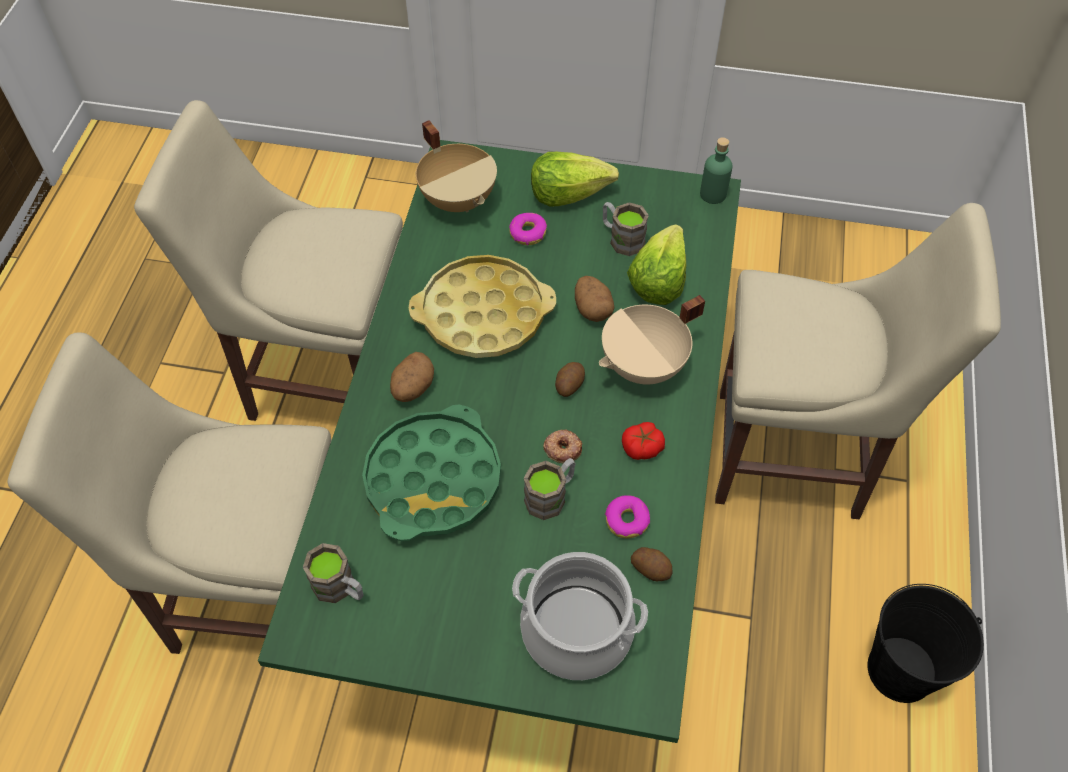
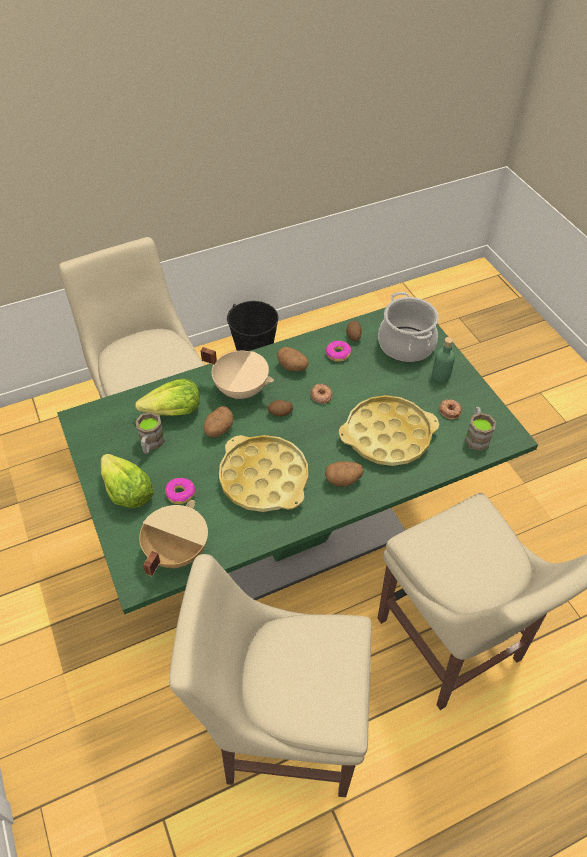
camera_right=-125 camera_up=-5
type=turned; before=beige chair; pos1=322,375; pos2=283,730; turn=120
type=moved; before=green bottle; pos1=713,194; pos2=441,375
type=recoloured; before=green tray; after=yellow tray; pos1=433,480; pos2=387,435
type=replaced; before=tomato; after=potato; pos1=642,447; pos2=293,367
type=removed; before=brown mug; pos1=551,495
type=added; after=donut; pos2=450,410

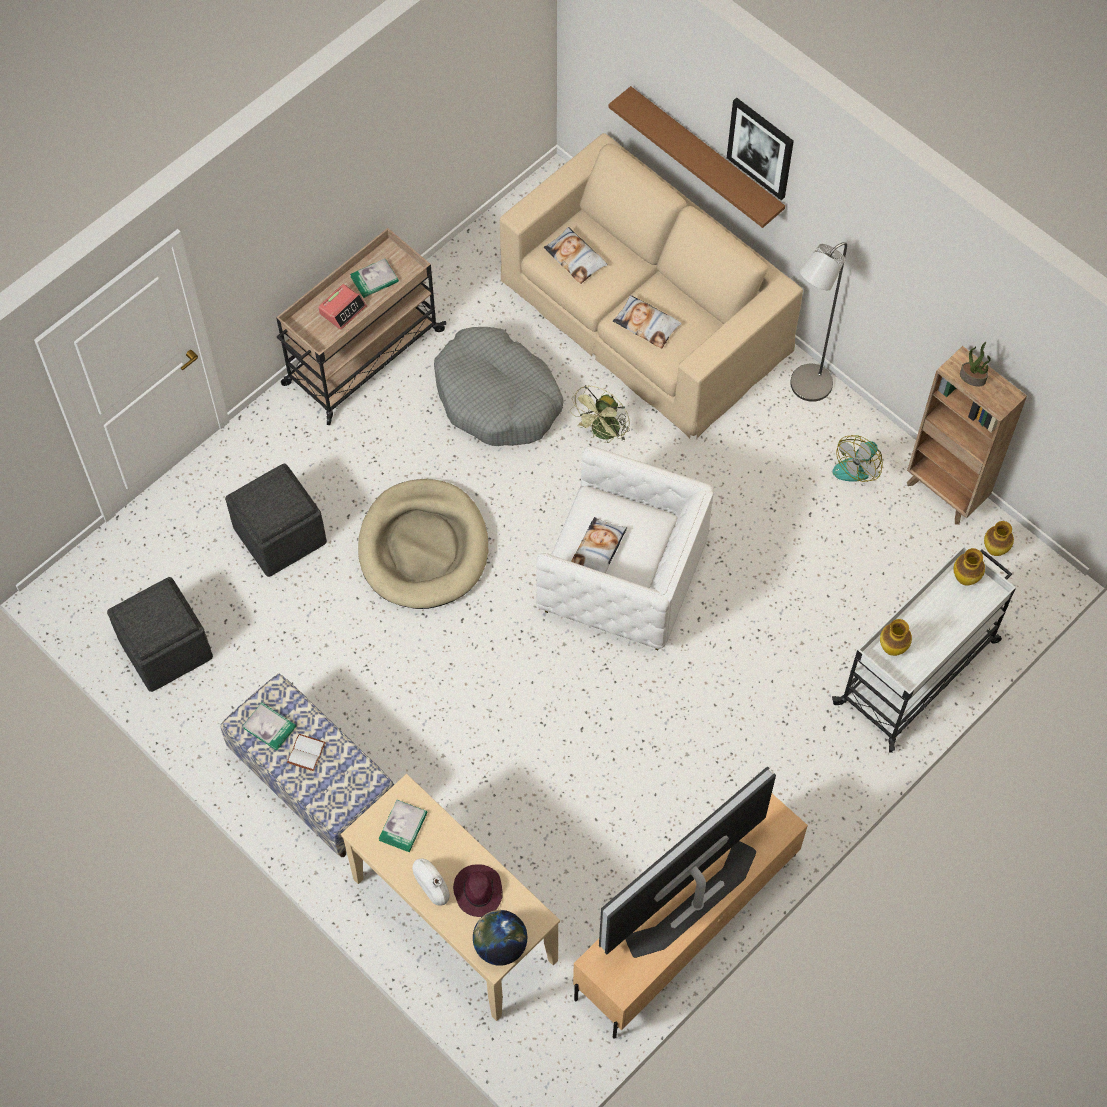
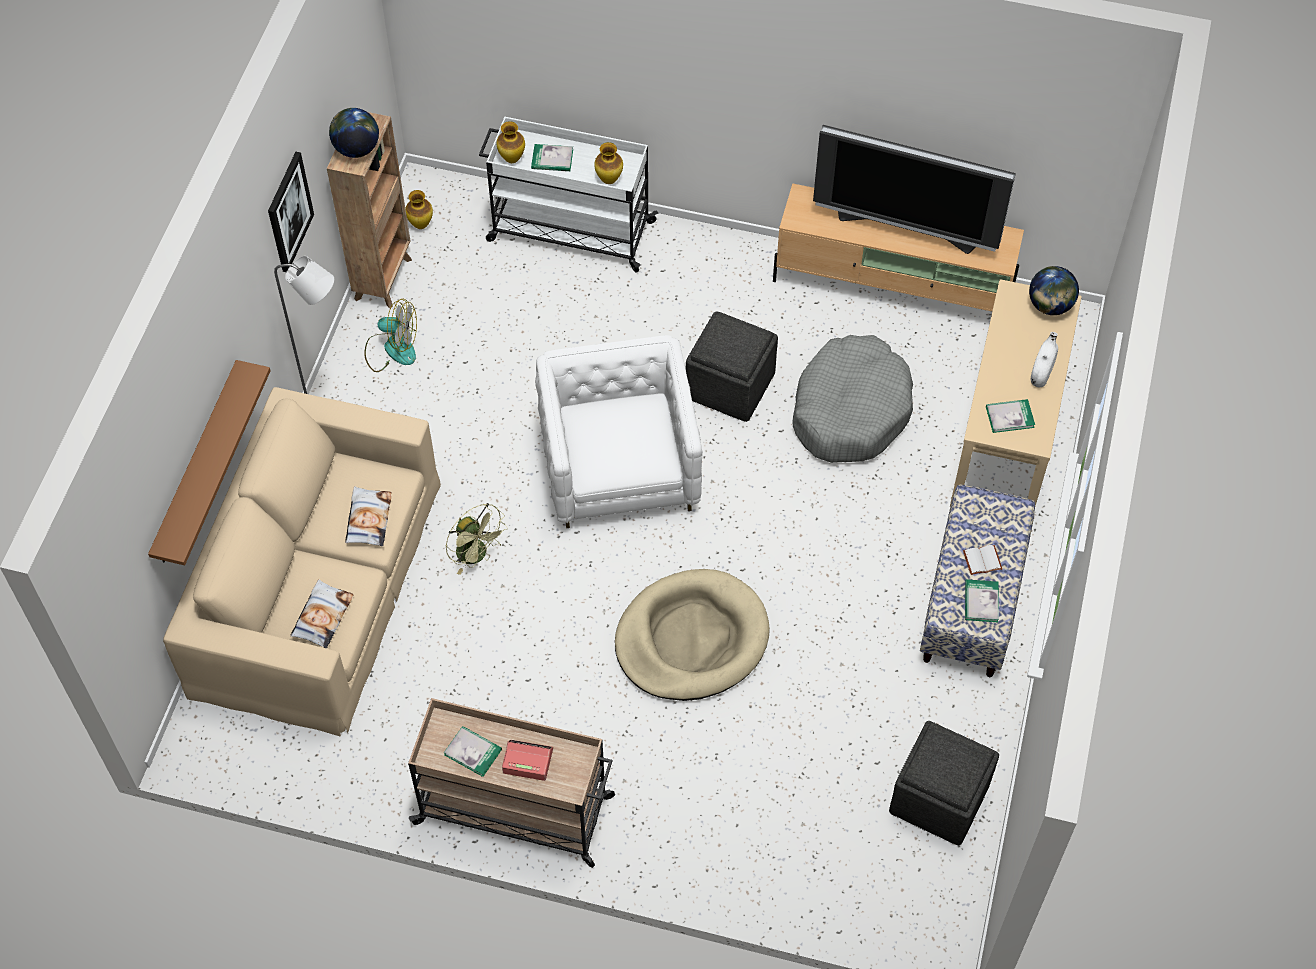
camera_right=-120 camera_up=-5
type=moved; before=picture; pos1=761,148; pos2=289,212
type=moved; before=grey dog bed; pos1=497,397; pos2=850,410
type=replaced; before=potted plant; after=globe; pos1=973,377; pos2=357,149
type=turned; before=green fan; pos1=603,433; pos2=477,555; turn=45
type=moved; before=grey ottoman; pos1=279,536; pos2=731,385
type=removed; before=pillow; pos1=598,551
type=removed; before=purple hat; pos1=478,891
type=added; after=book; pos2=552,159

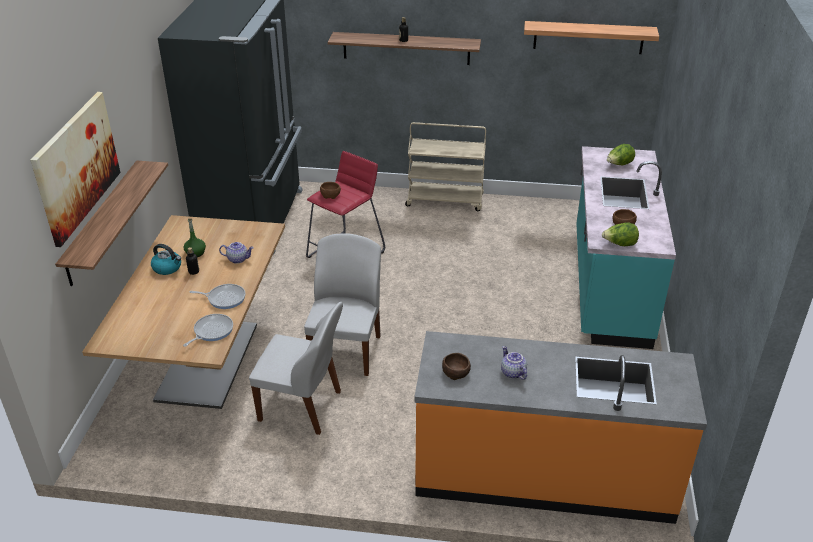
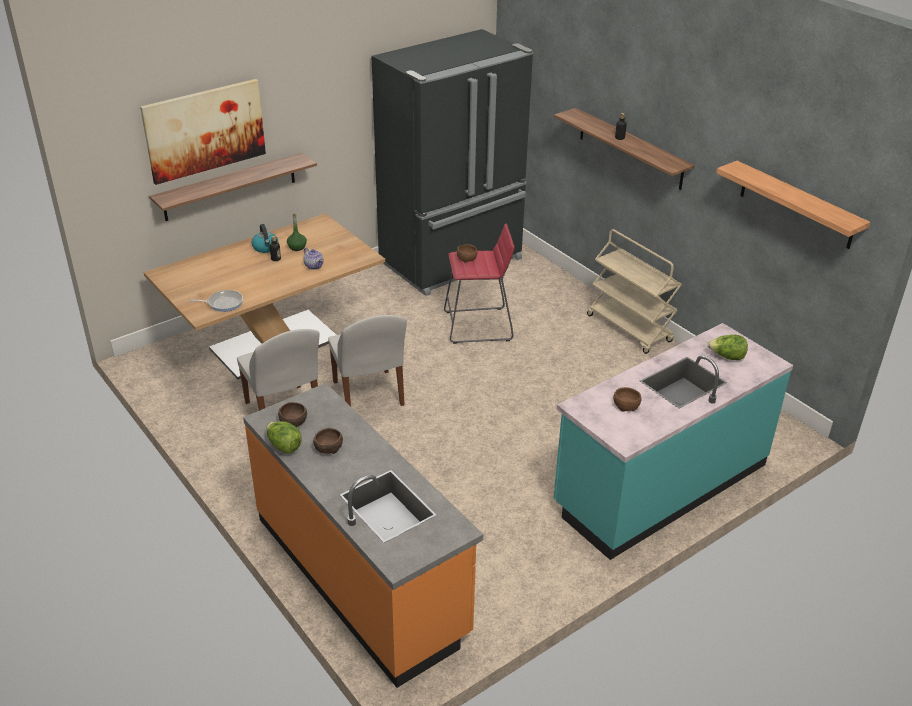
camera_right=45 camera_up=0
type=moved; before=lettuce; pos1=619,244; pos2=284,446
type=turned; before=white chair; pos1=346,351; pos2=368,395; turn=105
type=removed; before=frying pan; pos1=224,298
type=replaced; before=teapot; after=brown bowl; pos1=512,373; pos2=328,448

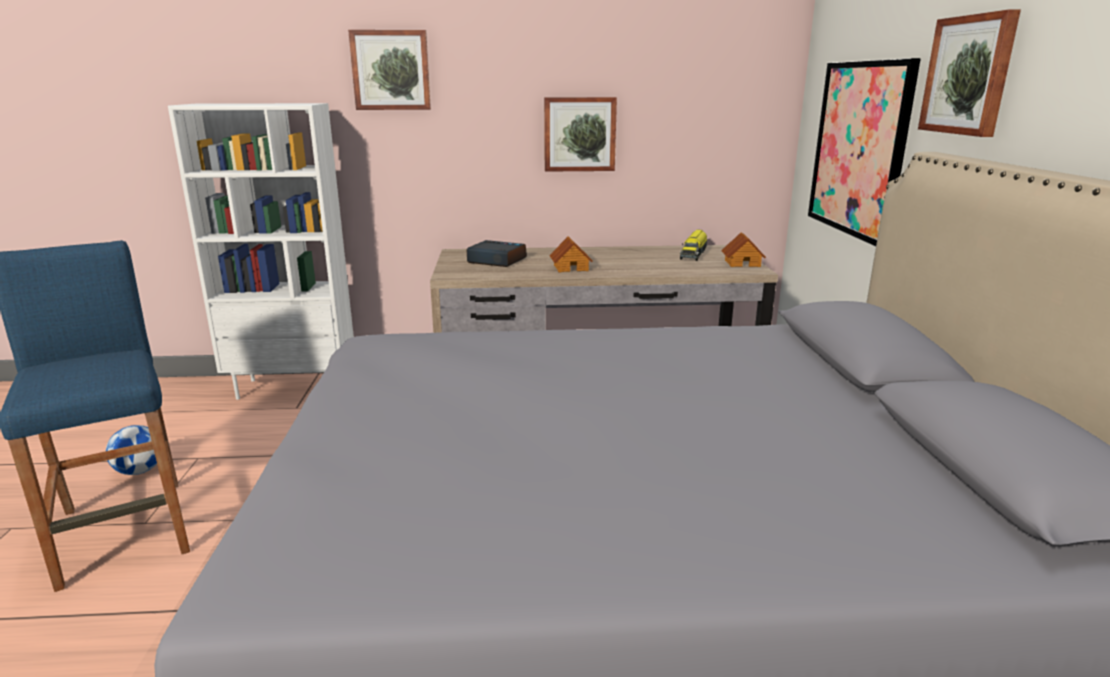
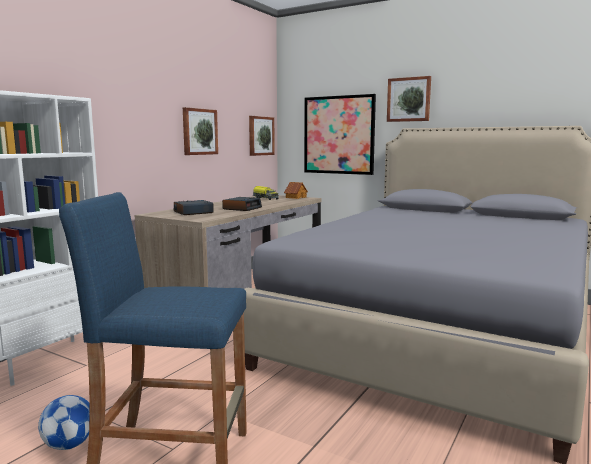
camera_right=-55 camera_up=-10
type=moved; before=picture; pos1=391,70; pos2=260,136
type=replaced; before=toy house; after=alarm clock; pos1=571,268; pos2=242,208

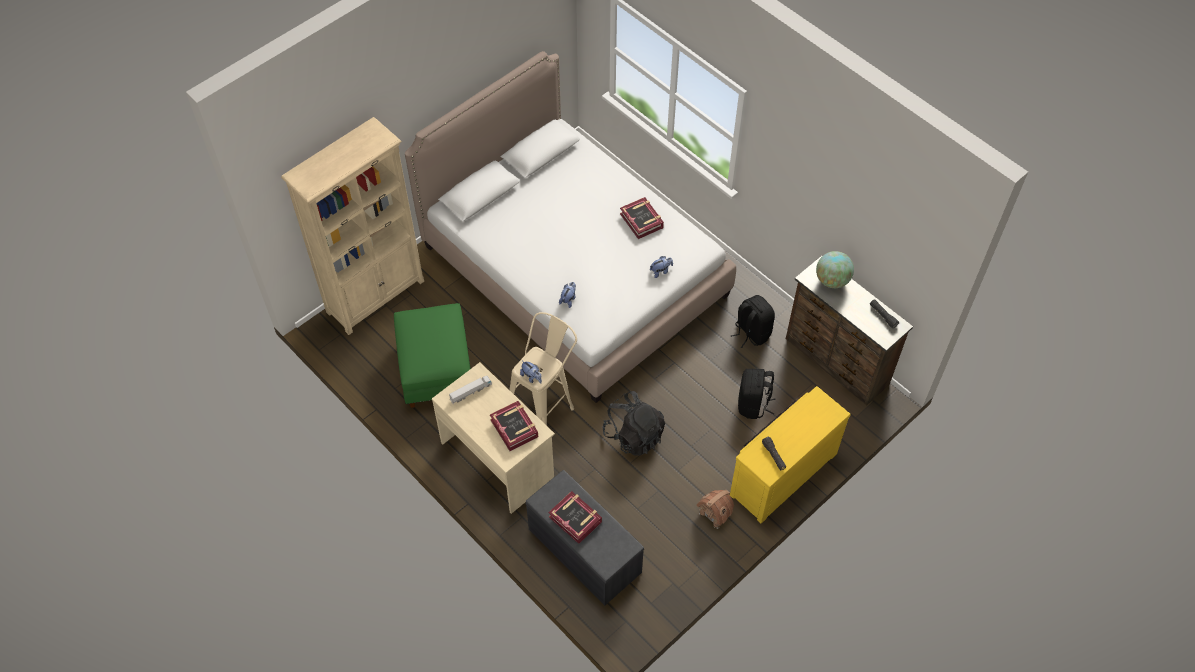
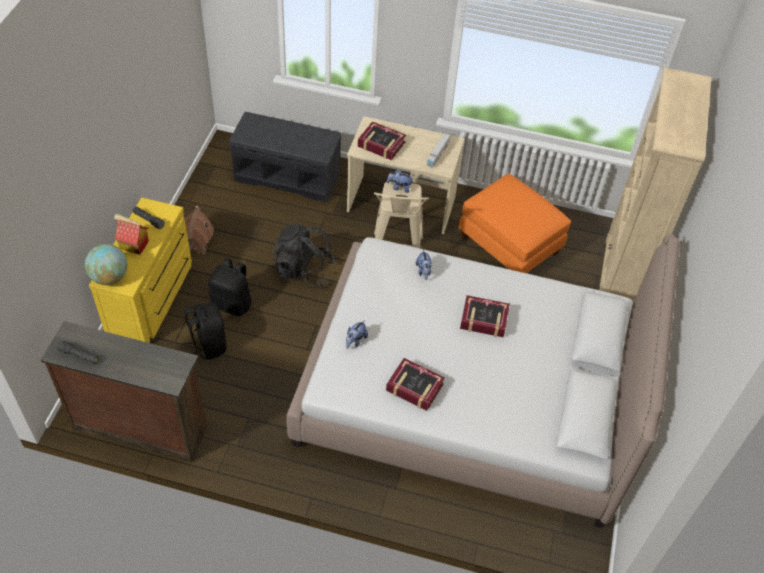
camera_right=145 camera_up=-5
type=moved; before=globe; pos1=832,280; pos2=110,277
type=moved; before=black backpack; pos1=751,333; pos2=232,304
type=recoloured; before=green ottoman; after=orange ottoman; pos1=437,370; pos2=508,245
type=moved; before=book; pos1=575,519; pos2=484,320
type=added; after=toy house; pos2=133,245

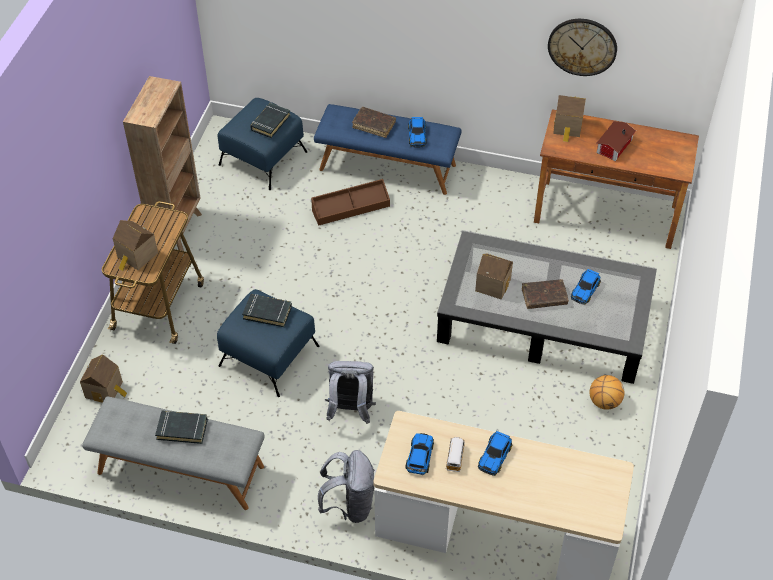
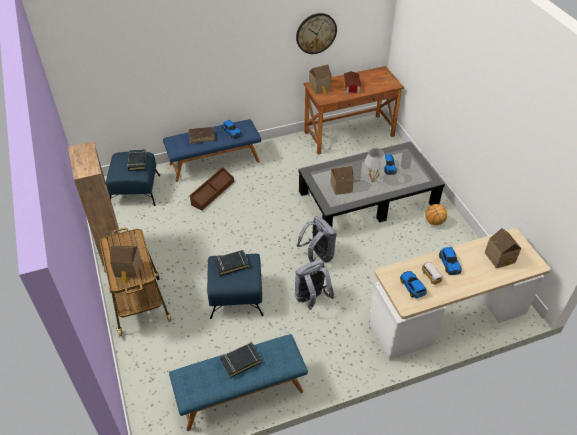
camera_right=-35 camera_up=-5
type=replaced; before=brown book; after=white table lamp; pos1=544,297; pos2=372,180
type=moved; before=toy house; pos1=106,390; pos2=500,257
type=recoloured; before=grey bench; after=blue bench; pos1=180,470; pos2=241,394
type=moved; before=grey backpack; pos1=349,504; pos2=318,256

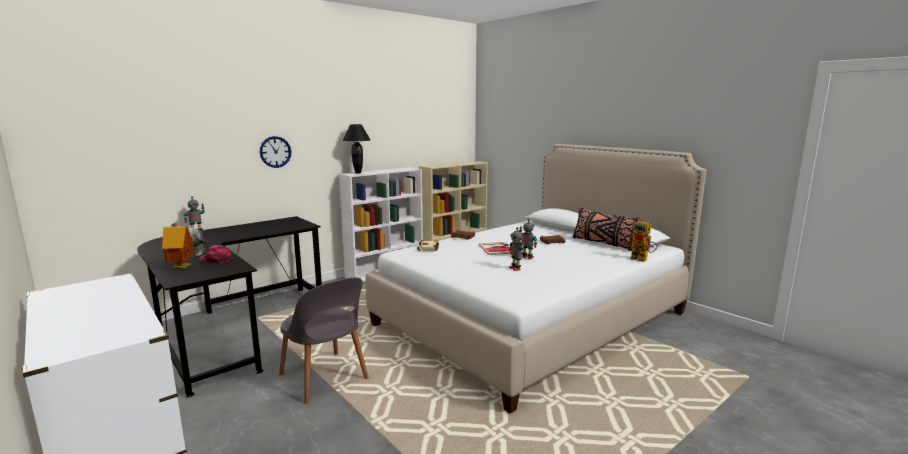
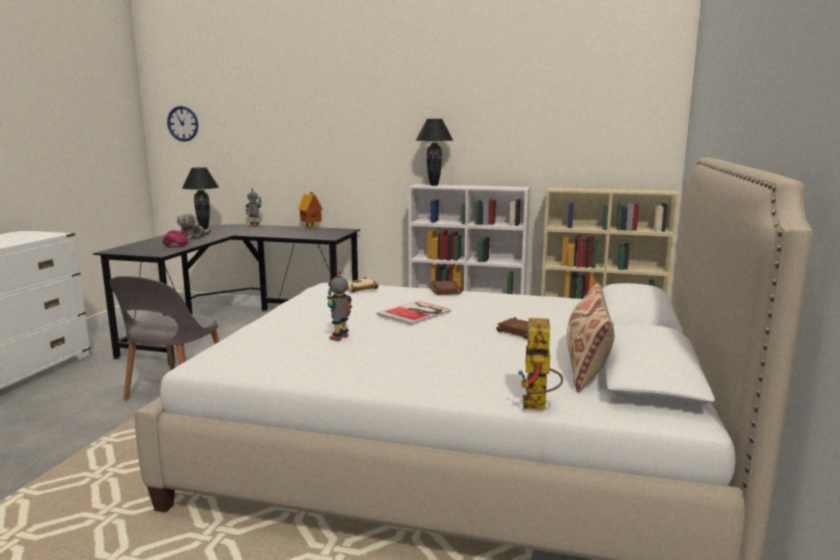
camera_right=55 camera_up=0
type=moved; before=wall clock; pos1=275,152; pos2=183,123
type=recoloured; before=black pillow; after=beige pillow; pos1=603,243; pos2=586,364
type=removed; before=toy robot; pos1=527,257
type=moved; before=toy house; pos1=181,267; pos2=312,229
type=added; after=black table lamp; pos2=204,228

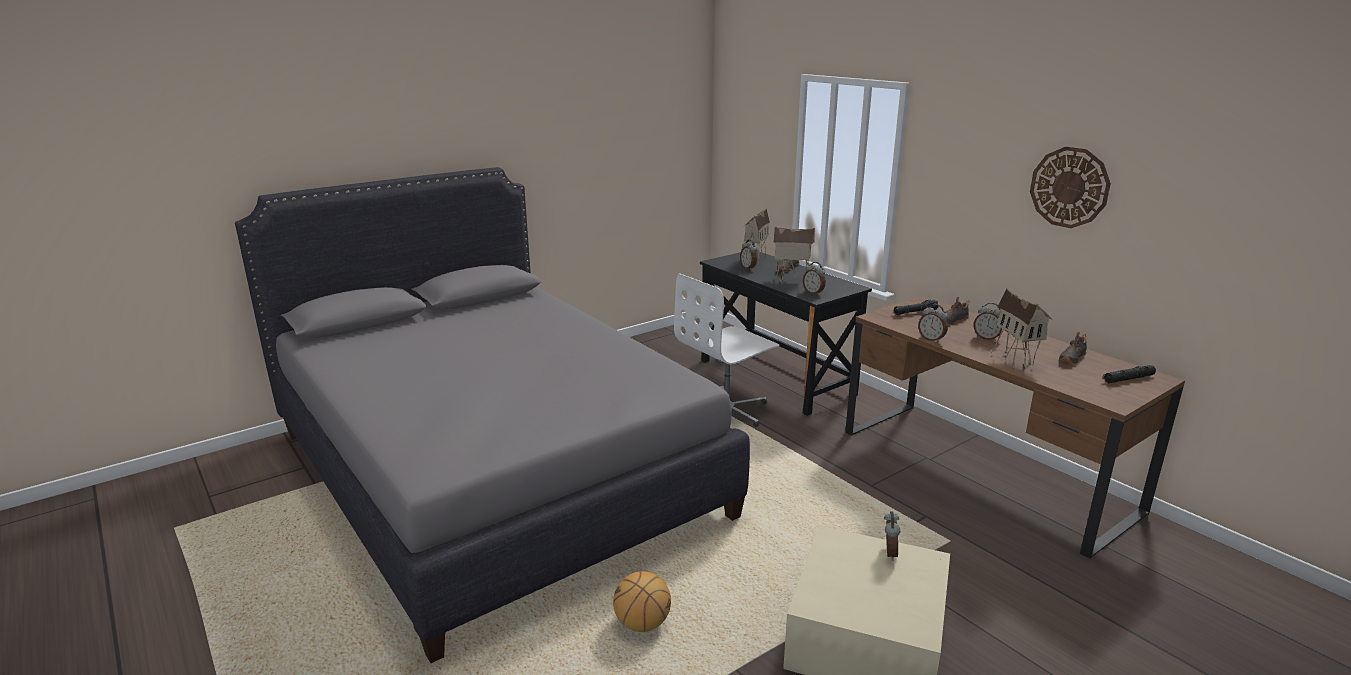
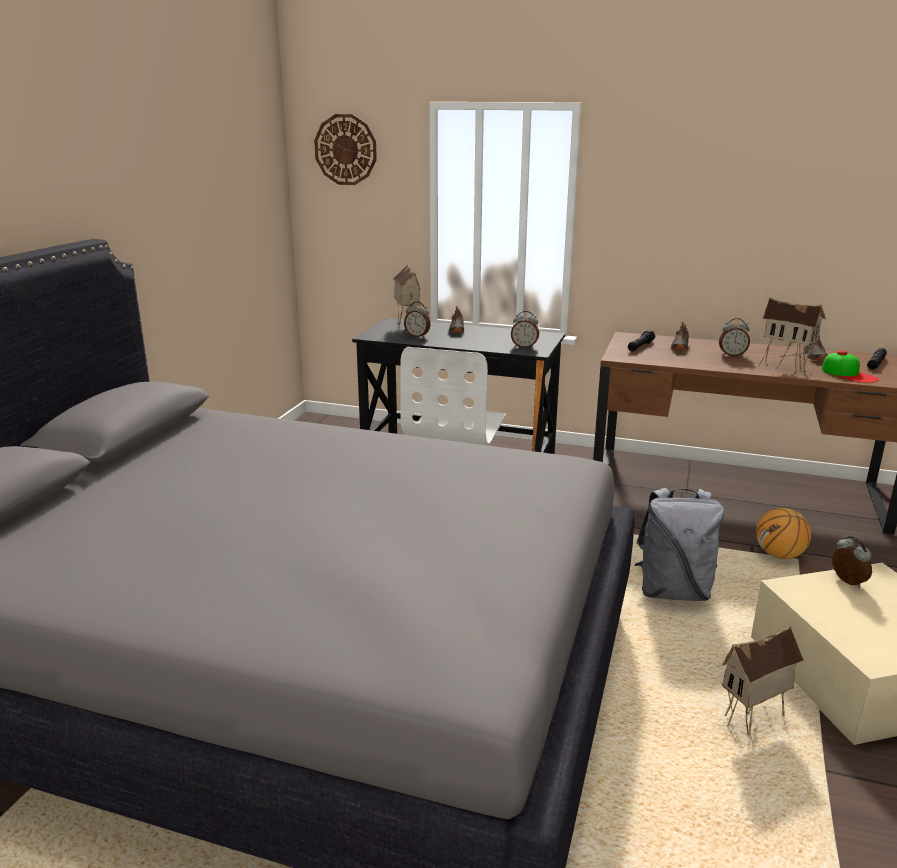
camera_right=-35 camera_up=0
type=moved; before=wall clock; pos1=1069,187; pos2=345,149
type=moved; before=toy house; pos1=791,280; pos2=753,722
type=removed; before=alarm clock; pos1=931,339
type=moved; before=basketball; pos1=642,624; pos2=779,555
type=added; after=cap; pos2=849,374
type=added; after=grey backpack; pos2=673,591

